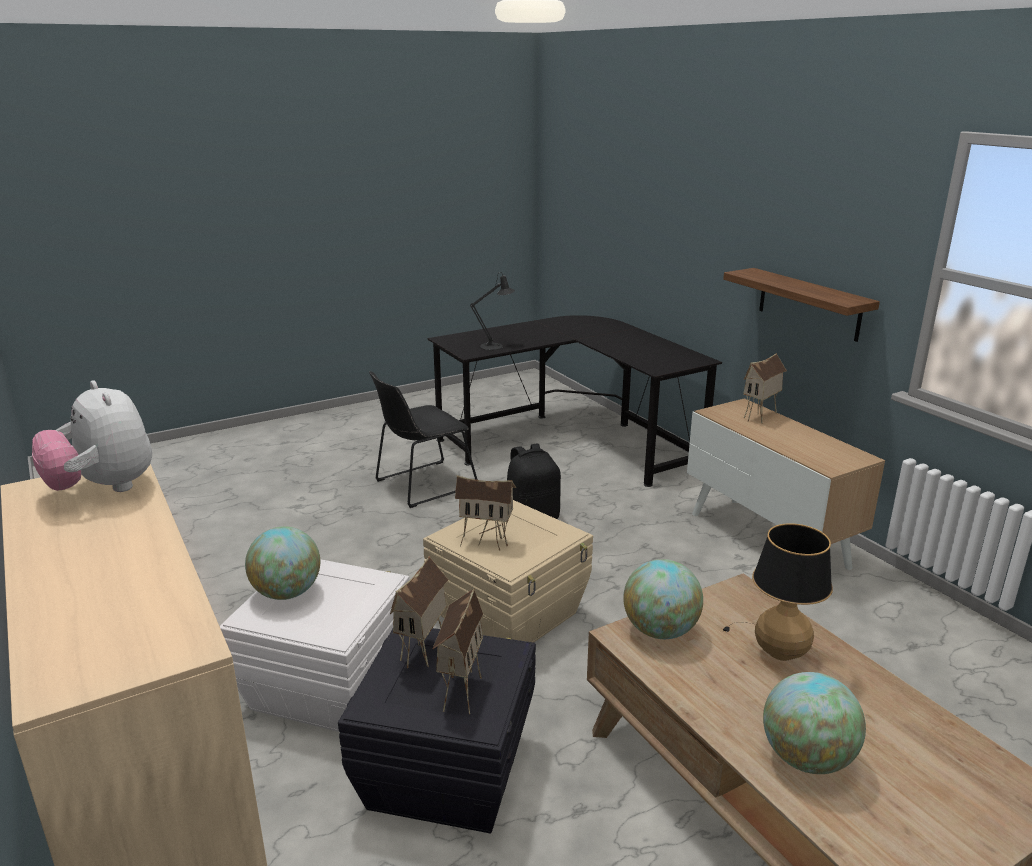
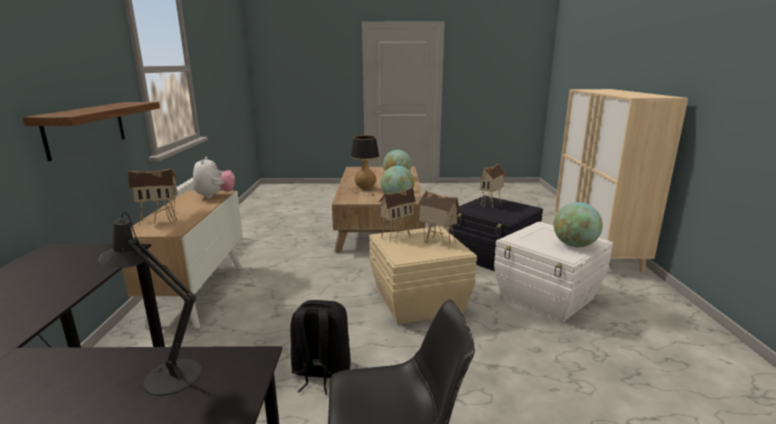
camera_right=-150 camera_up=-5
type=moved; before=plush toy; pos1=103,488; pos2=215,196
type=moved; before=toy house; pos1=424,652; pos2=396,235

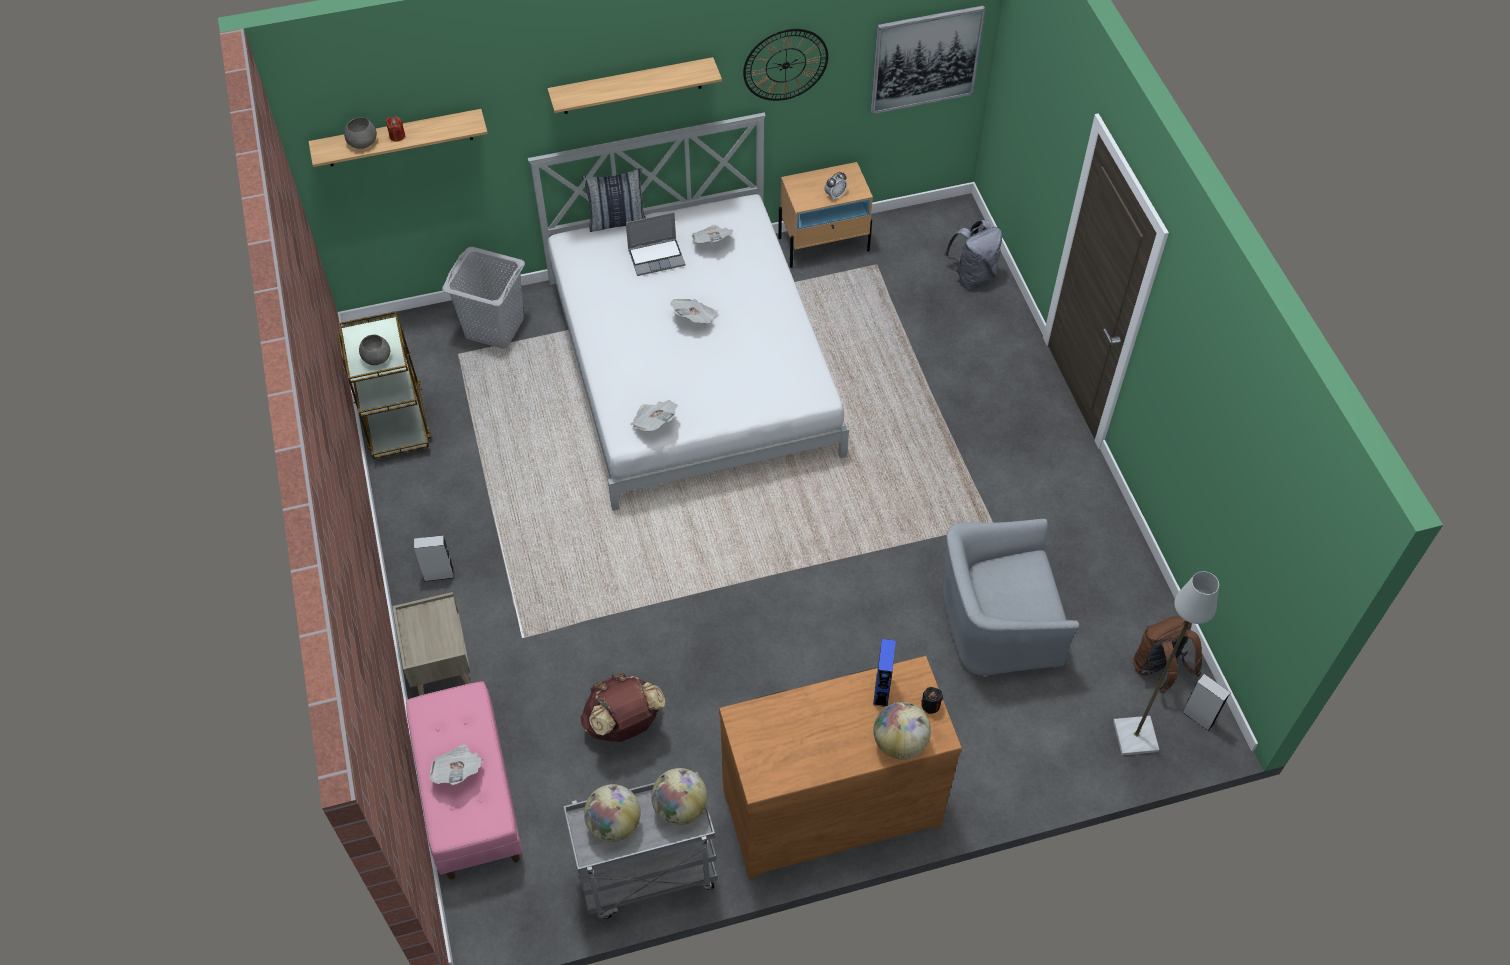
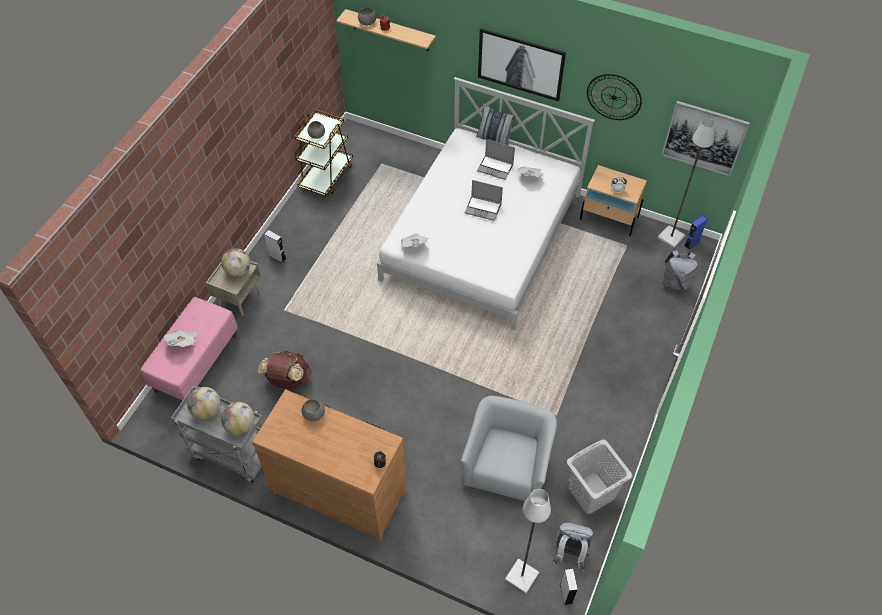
camera_right=40 camera_up=0
type=replaced; before=shelf; after=picture; pos1=632,86; pos2=520,64
type=moved; before=grey laundry basket; pos1=494,328; pos2=591,493
type=replaced; before=newspaper; after=laptop; pos1=695,318; pos2=483,208
type=turned; before=grey armchair; pos1=997,624; pos2=507,466; turn=75
type=recoloured; before=brown backpack; after=grey backpack; pos1=1159,670; pos2=569,554
type=moved; before=blue speaker; pos1=882,690; pos2=691,243
type=moved; before=globe; pos1=899,742; pos2=238,270
type=added; after=grey floor lamp; pos2=671,237
type=added; after=grey bowl; pos2=314,414

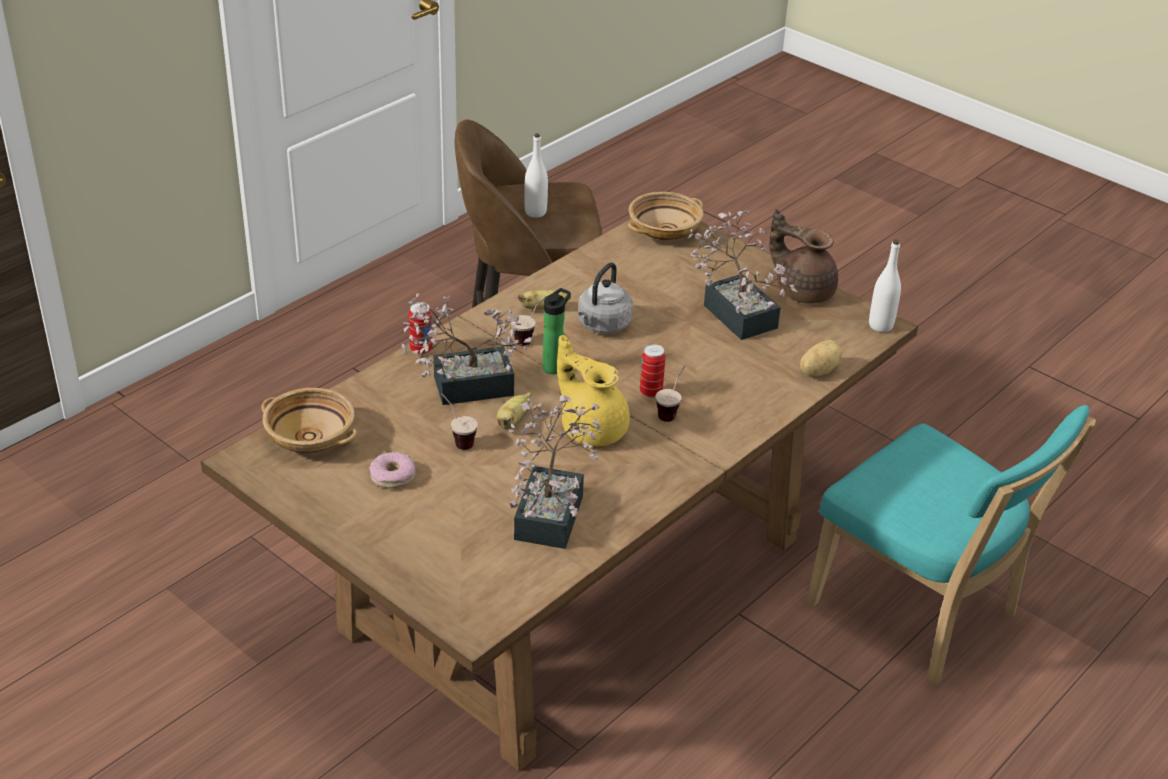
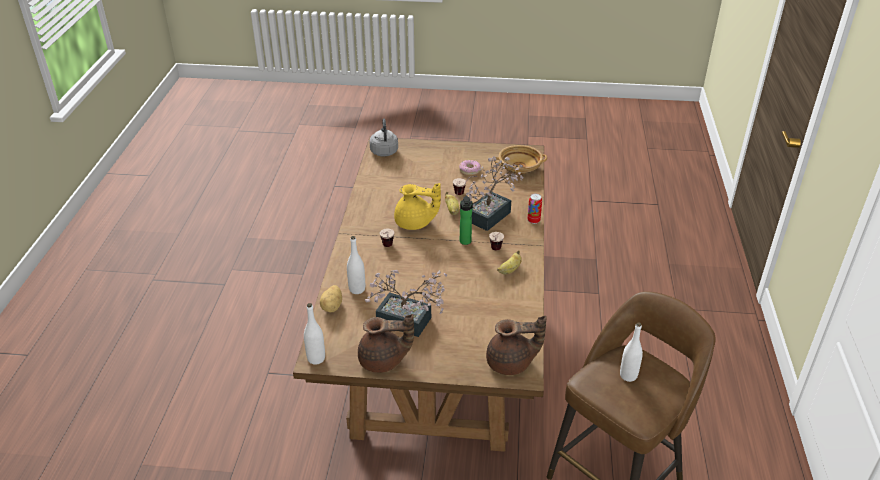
camera_right=145 camera_up=0
type=replaced; before=beige bowl; after=brown teapot; pos1=664,231; pos2=511,363
type=moved; before=grey kettle; pos1=602,325; pos2=384,151
type=removed; before=can; pos1=650,392
type=removed; before=potted plant; pos1=552,510
type=removed; before=turquoise chair; pos1=920,615
type=added; after=white bottle; pos2=357,289

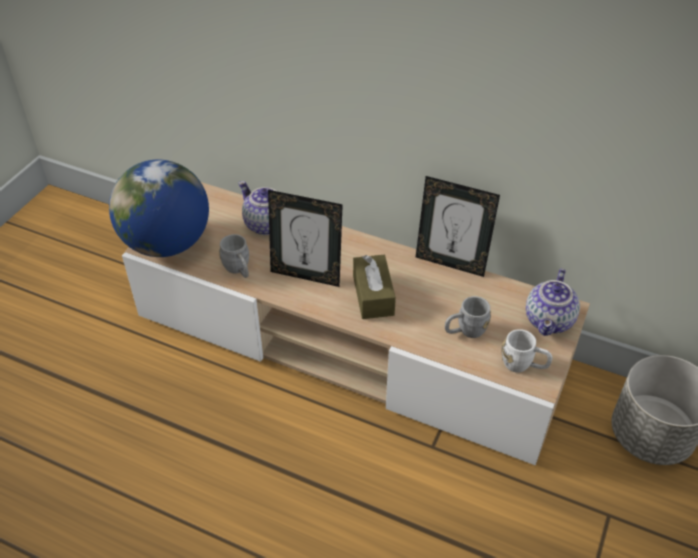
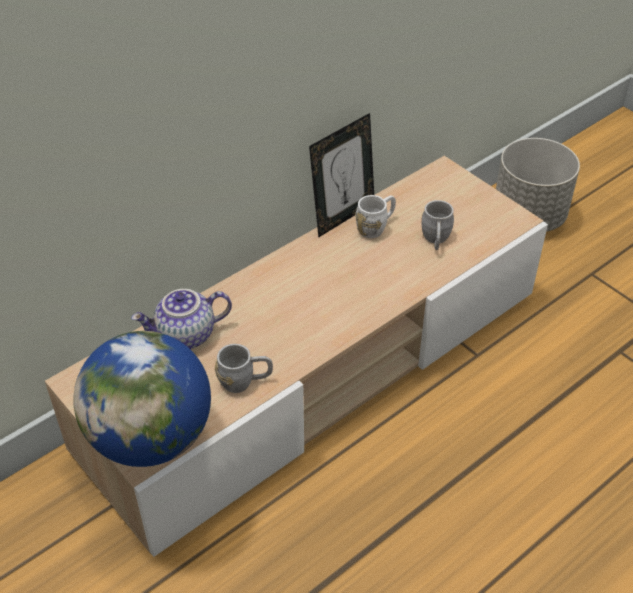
camera_right=-65 camera_up=0
type=removed; before=picture frame; pos1=306,275
type=removed; before=brown tissue box; pos1=373,295
type=removed; before=teapot; pos1=550,321
type=moved; before=white mug; pos1=523,365; pos2=376,227

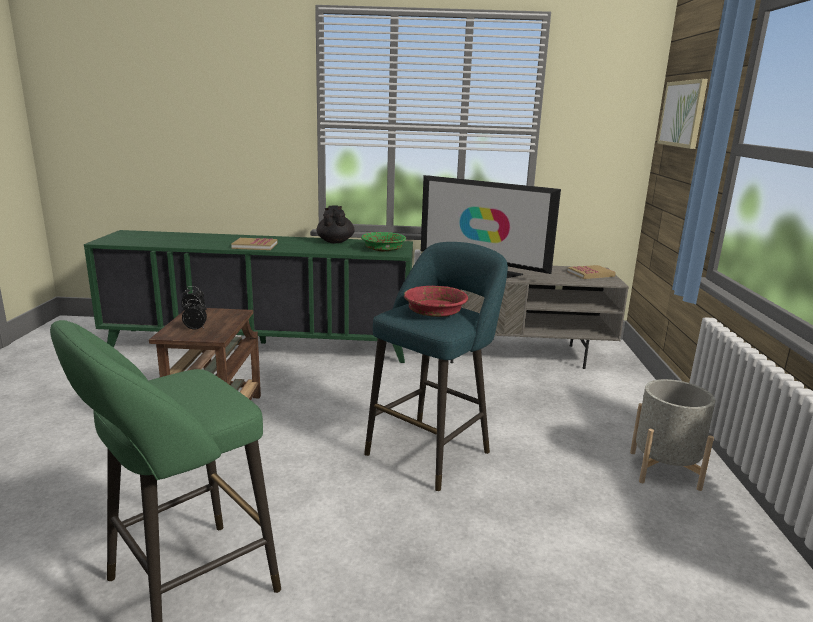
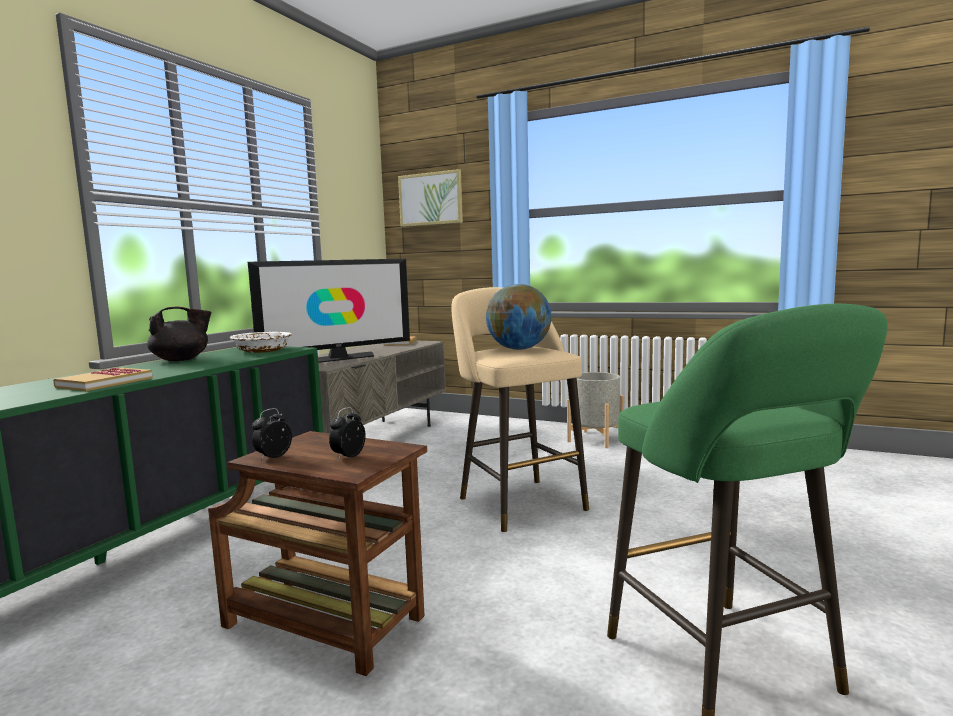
camera_right=-65 camera_up=-10
type=turned; before=black teapot; pos1=335,241; pos2=181,360; turn=135
type=recoloured; before=green bowl; after=white bowl; pos1=383,249; pos2=262,351
type=recoloured; before=turquoise stool; after=beige stool; pos1=432,450; pos2=518,501
type=replaced; before=red bowl; after=globe; pos1=434,311; pos2=519,349

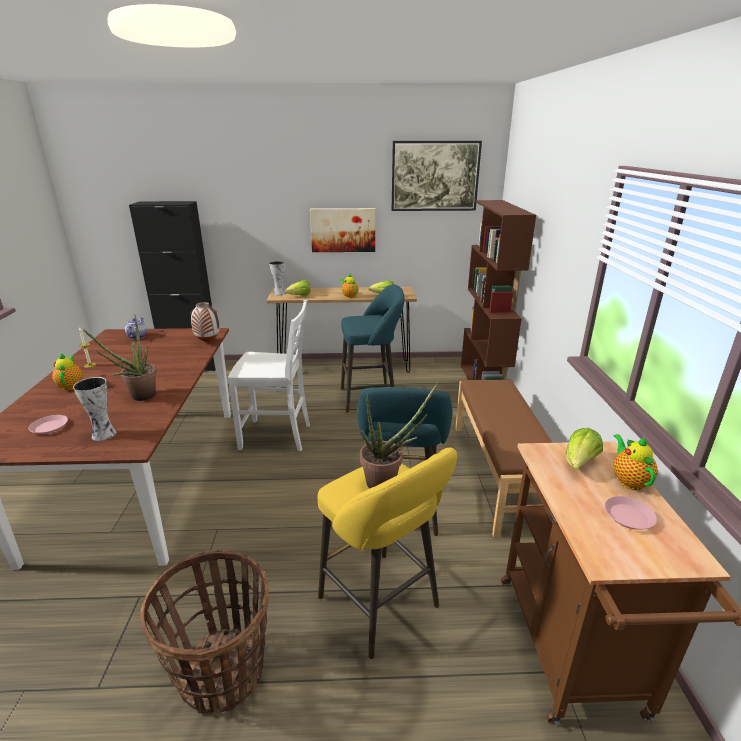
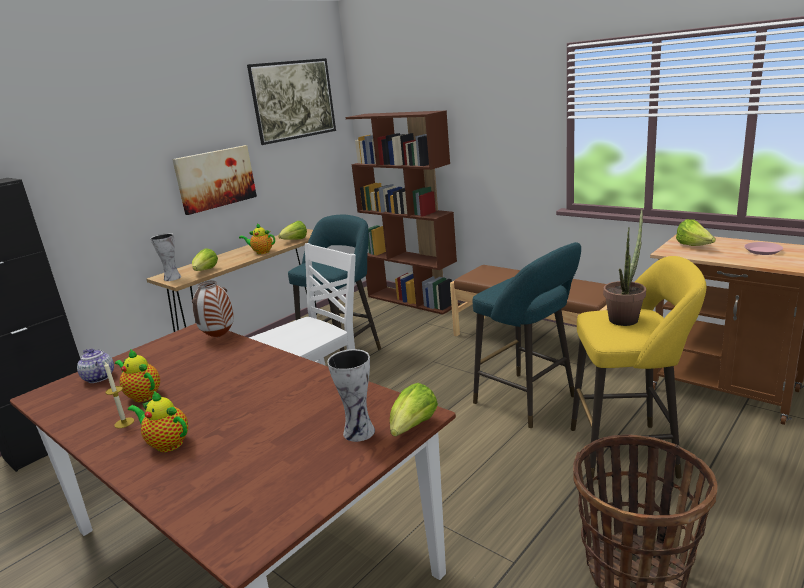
camera_right=-45 camera_up=-5
type=removed; before=potted plant; pos1=138,397
type=removed; before=pink plate; pos1=49,427
type=moved; before=teapot; pos1=629,480; pos2=143,395
type=added; after=lettuce; pos2=413,428

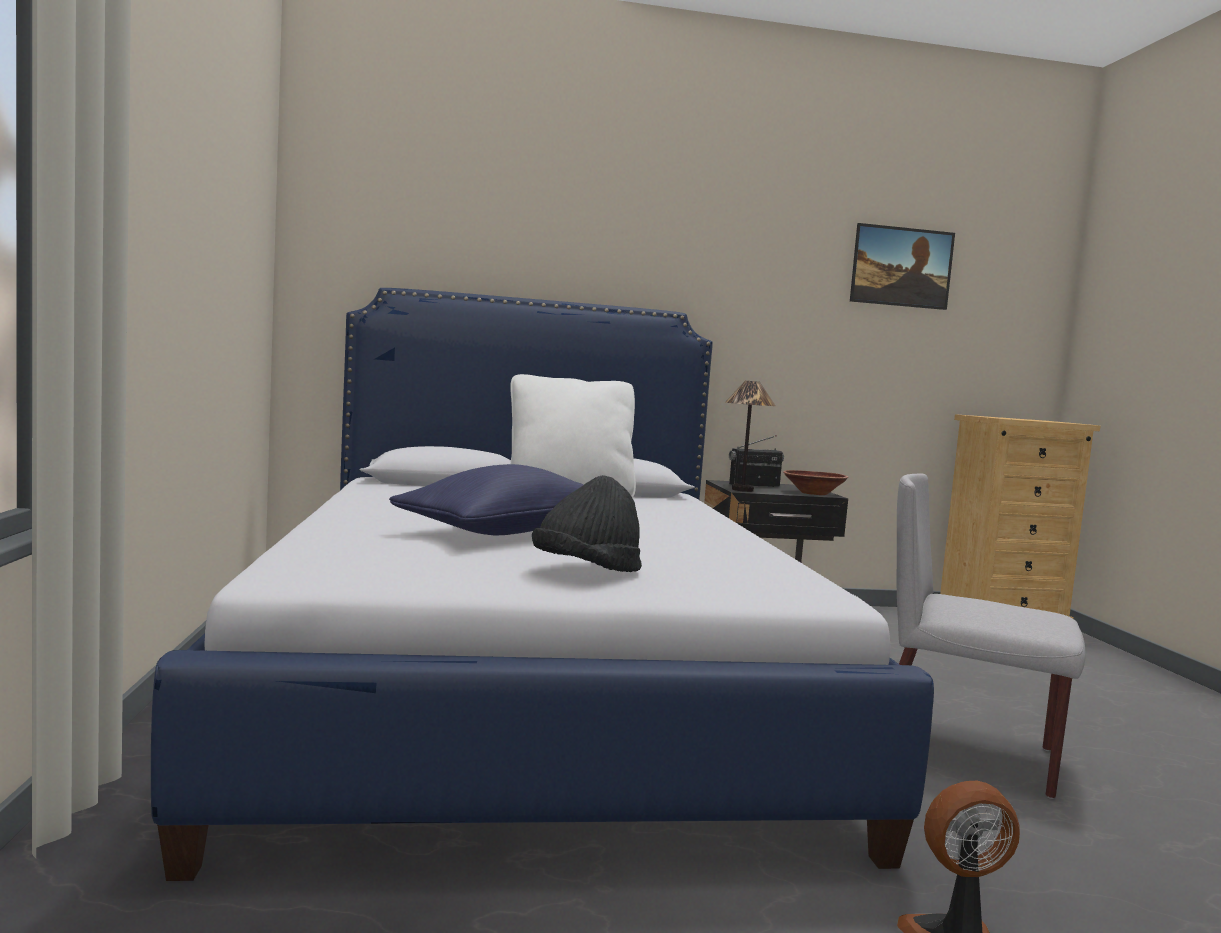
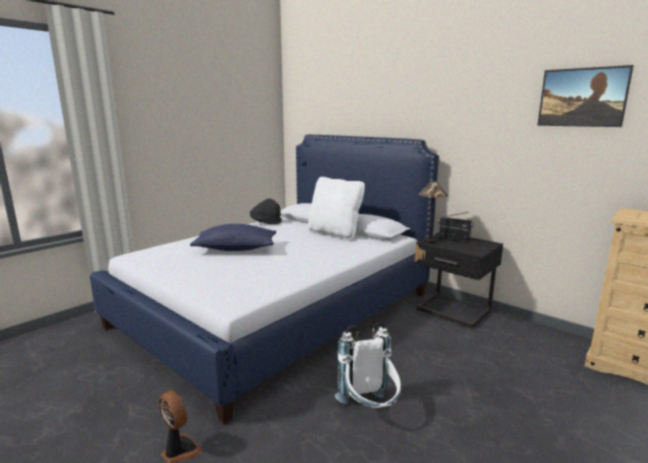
camera_right=50 camera_up=10
type=removed; before=brown bowl; pos1=813,493
type=replaced; before=grey chair; after=white backpack; pos1=966,752; pos2=370,410
type=moved; before=black hat; pos1=586,572; pos2=265,223

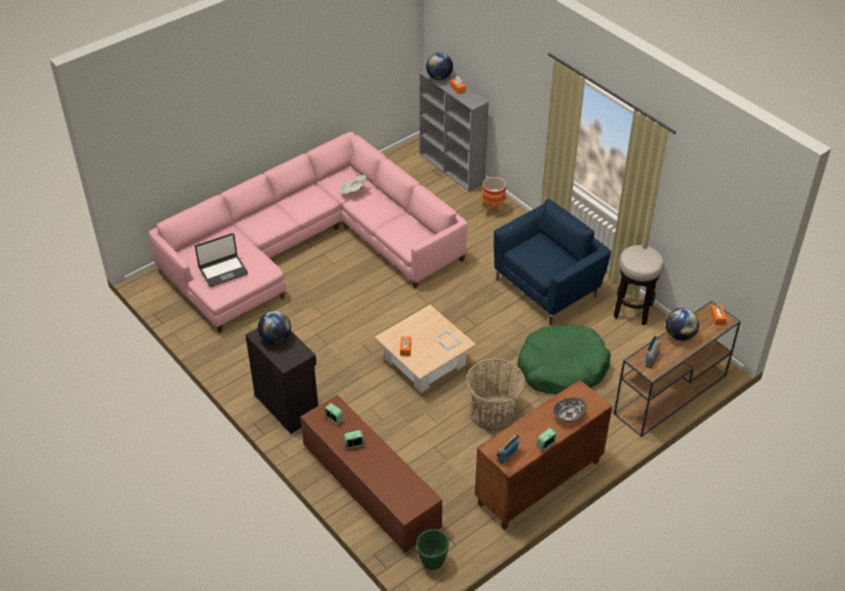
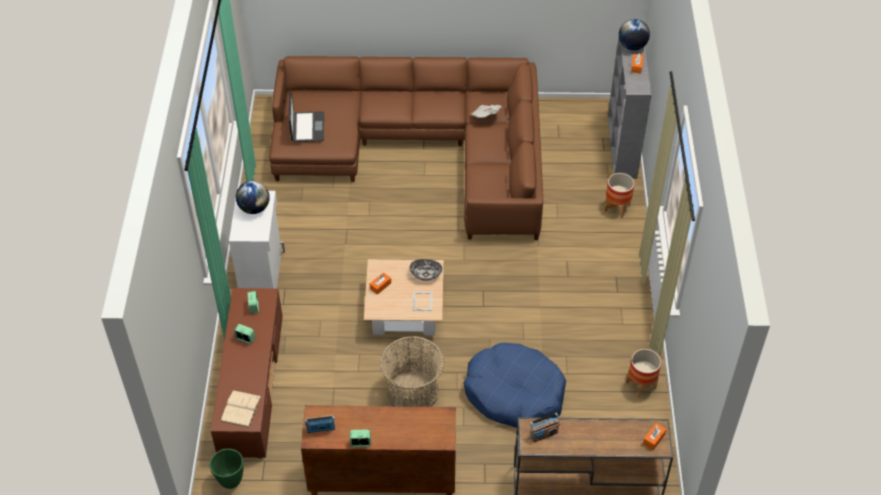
camera_right=40 camera_up=5
type=recoloured; before=pink sofa; after=brown sofa; pos1=308,246; pos2=420,148
type=removed; before=blue armchair; pos1=548,287
type=turned; before=laptop; pos1=223,271; pos2=307,127; turn=-105
type=replaced; before=stool; after=planter; pos1=633,311; pos2=641,385
type=removed; before=globe; pos1=679,335
type=recoloured; before=green dog bed; after=blue dog bed; pos1=561,368; pos2=514,393
type=recoloured; before=black cabinet; after=white cabinet; pos1=287,405; pos2=262,274
type=moved; before=bowl; pos1=568,415; pos2=426,274
type=added; after=beige book; pos2=241,408

